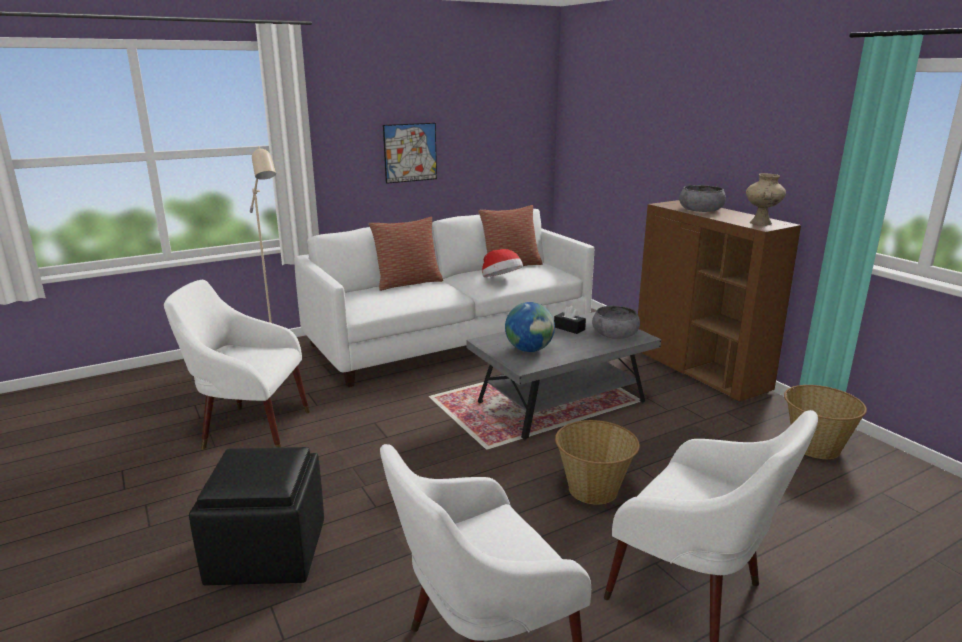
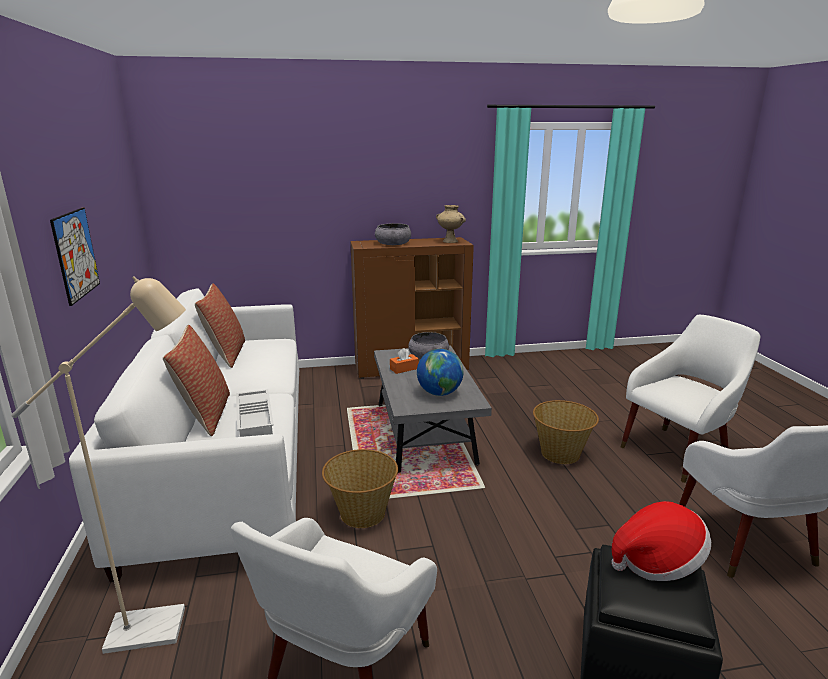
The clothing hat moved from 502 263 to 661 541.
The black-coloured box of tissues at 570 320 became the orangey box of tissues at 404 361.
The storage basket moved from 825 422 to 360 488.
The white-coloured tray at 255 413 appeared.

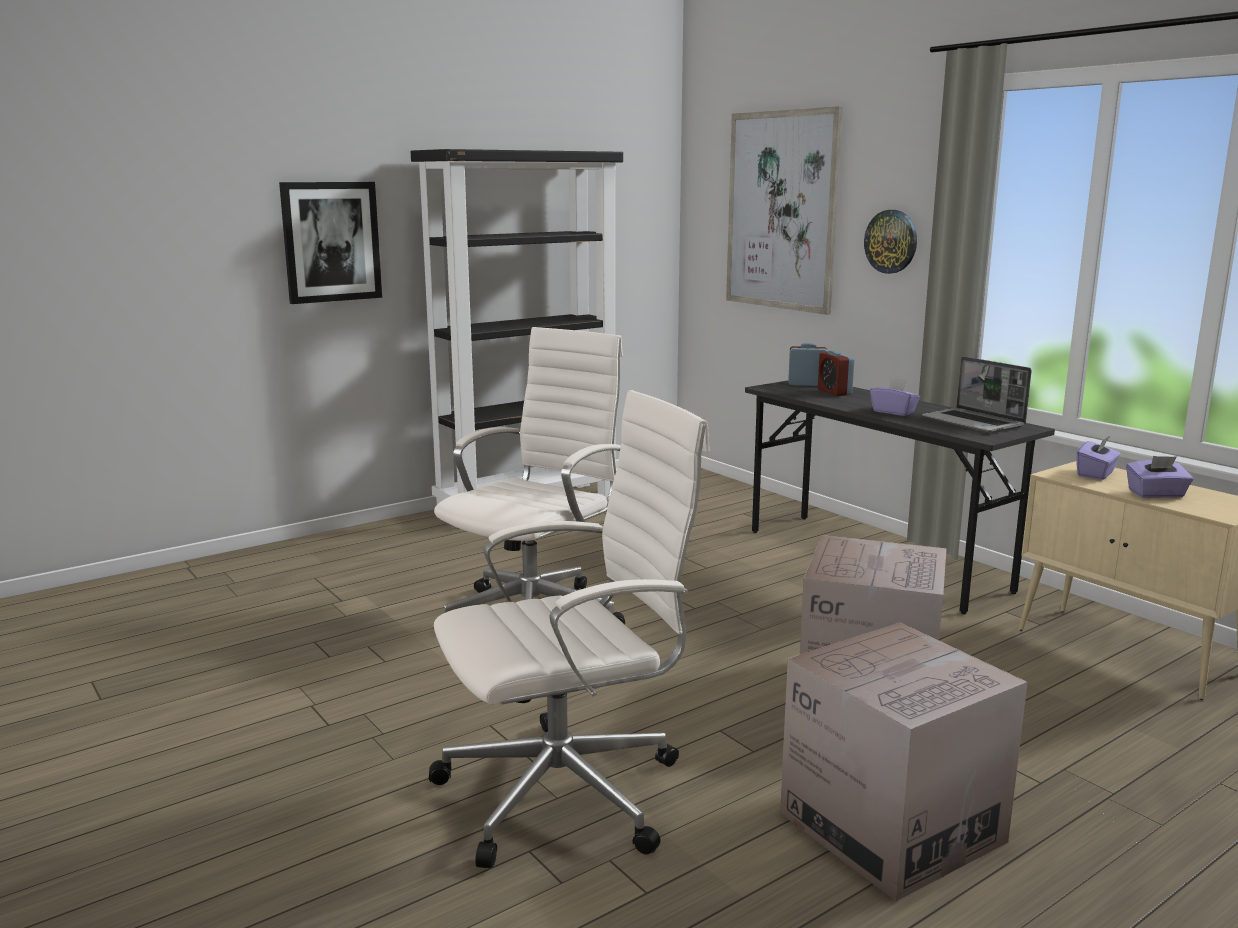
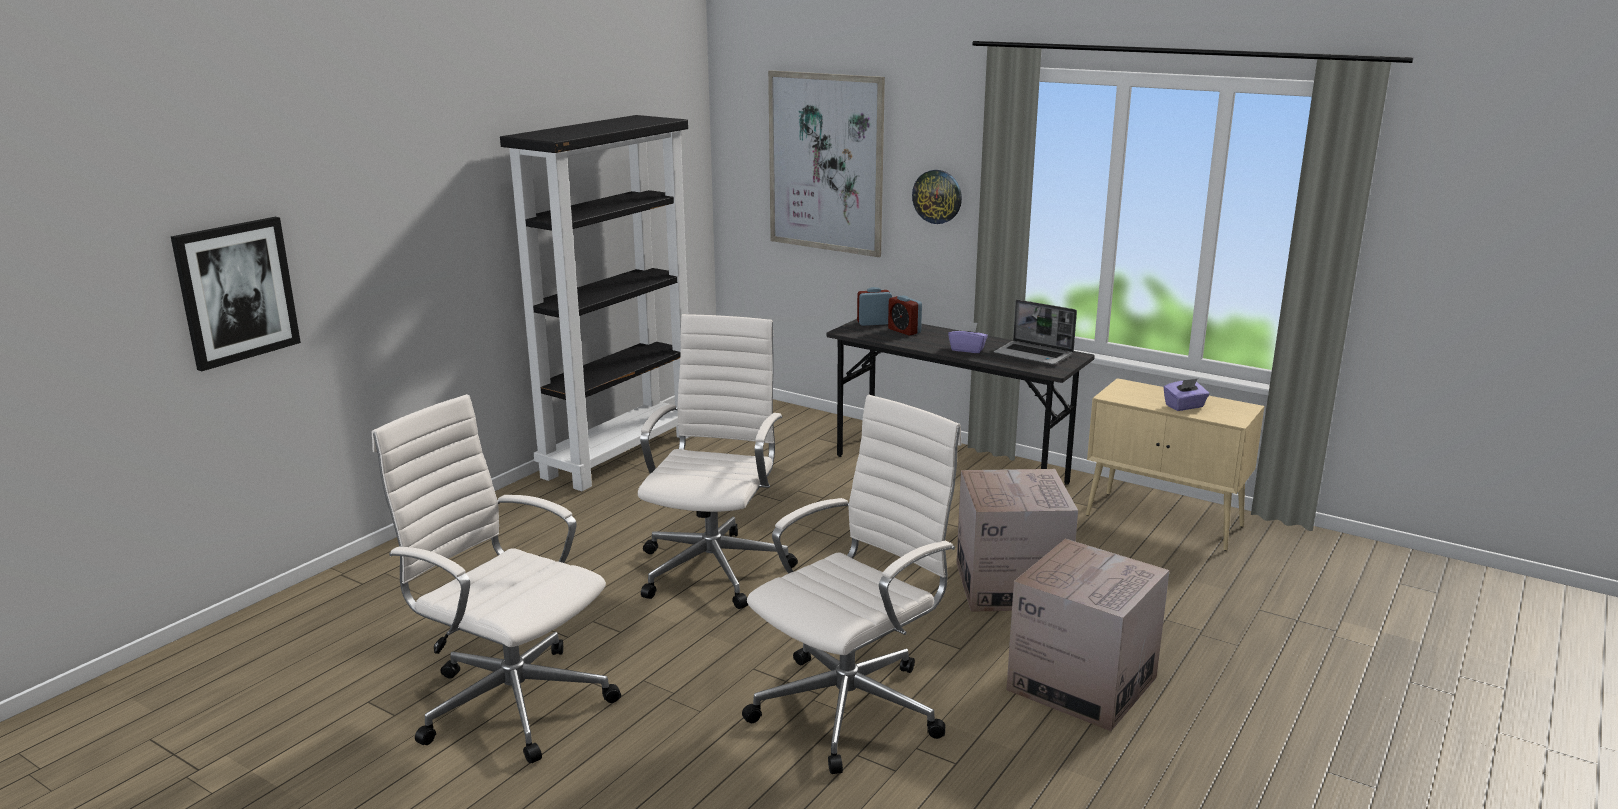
The picture moved from 330 243 to 236 294.
The purple box of tissues at 1098 458 disappeared.
The white-coloured computer chair at 496 578 appeared.

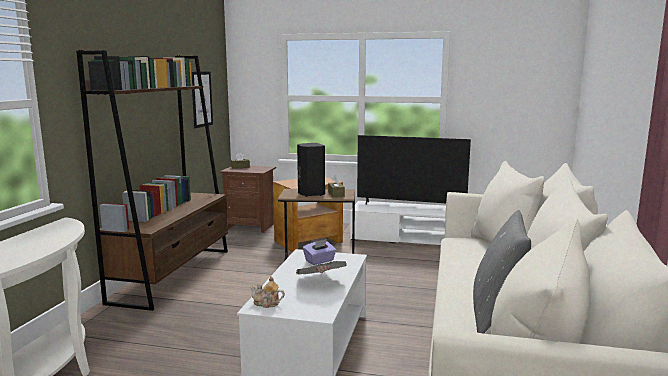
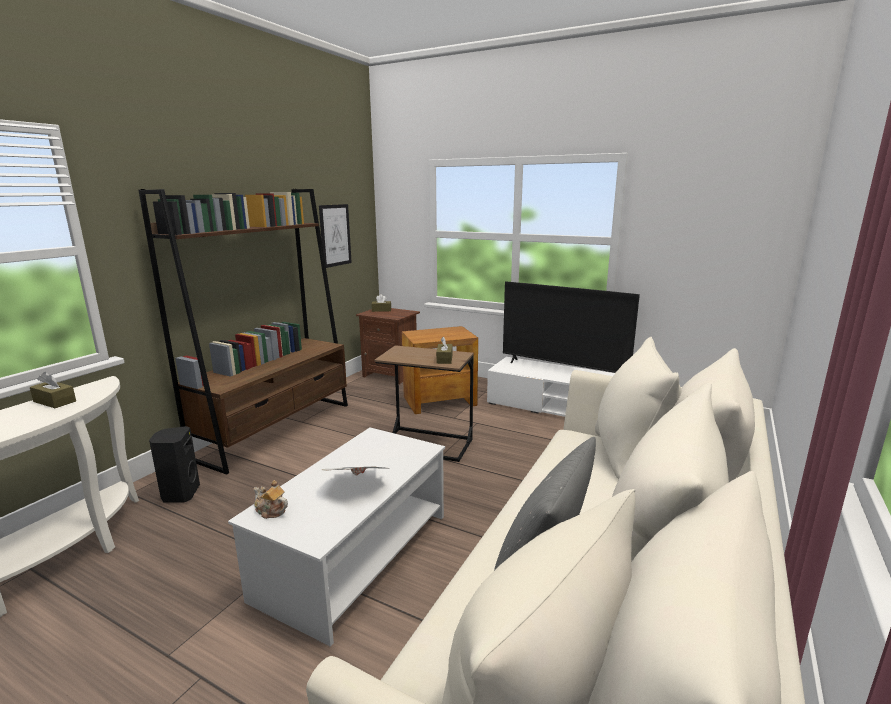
The black-coloured loudspeaker moved from 311 170 to 174 464.
The purple box of tissues at 320 252 disappeared.
The brown-coloured box of tissues at 53 390 appeared.

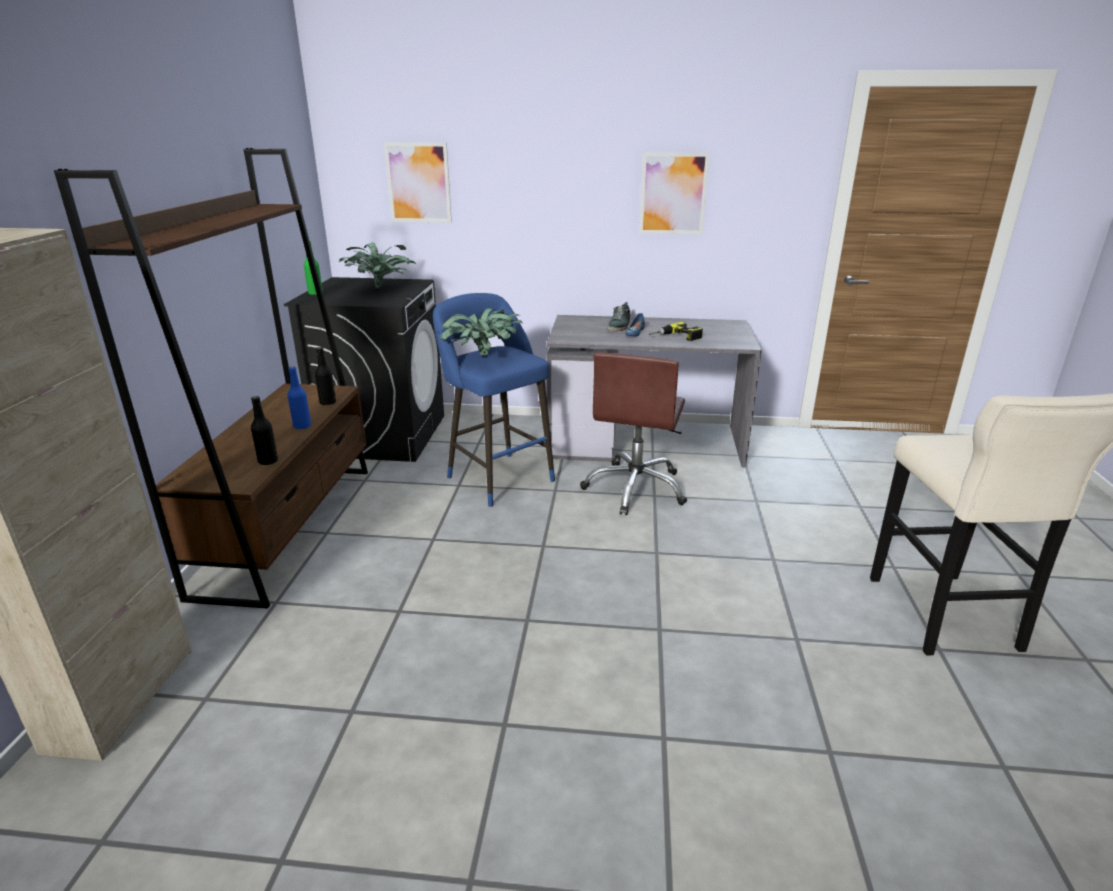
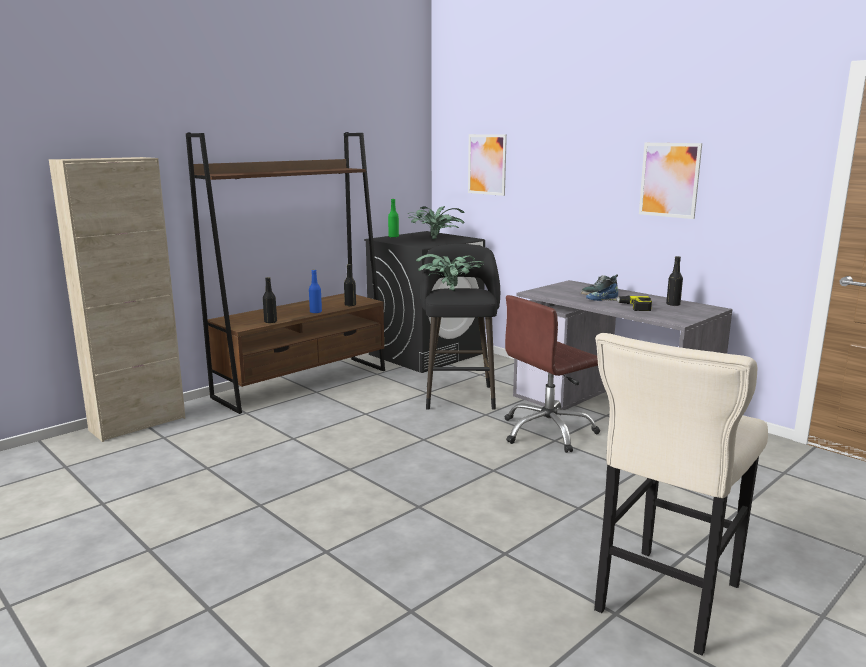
The bluish sitting stool at 494 400 became the black-coloured sitting stool at 460 327.
The black-coloured beverage bottle at 674 281 appeared.

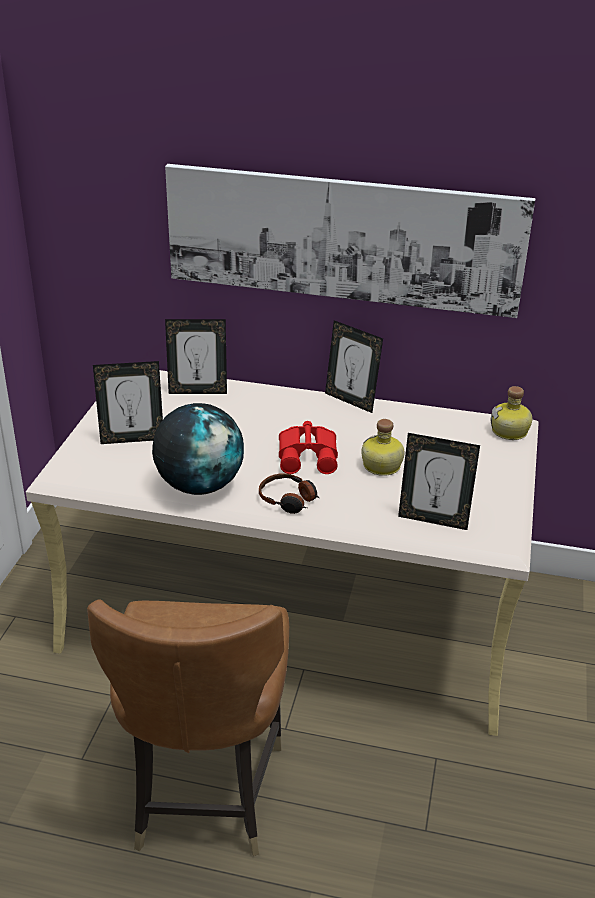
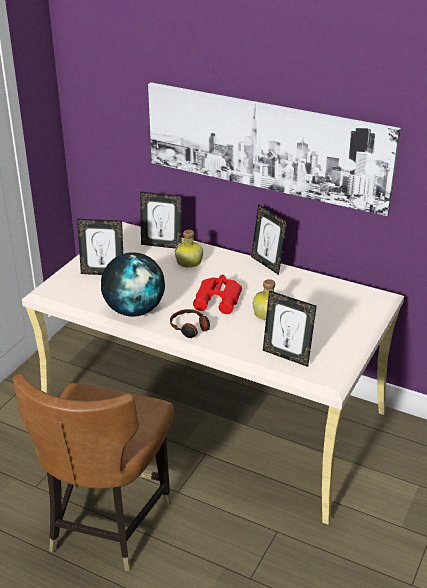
The beverage bottle moved from 511 413 to 189 249.

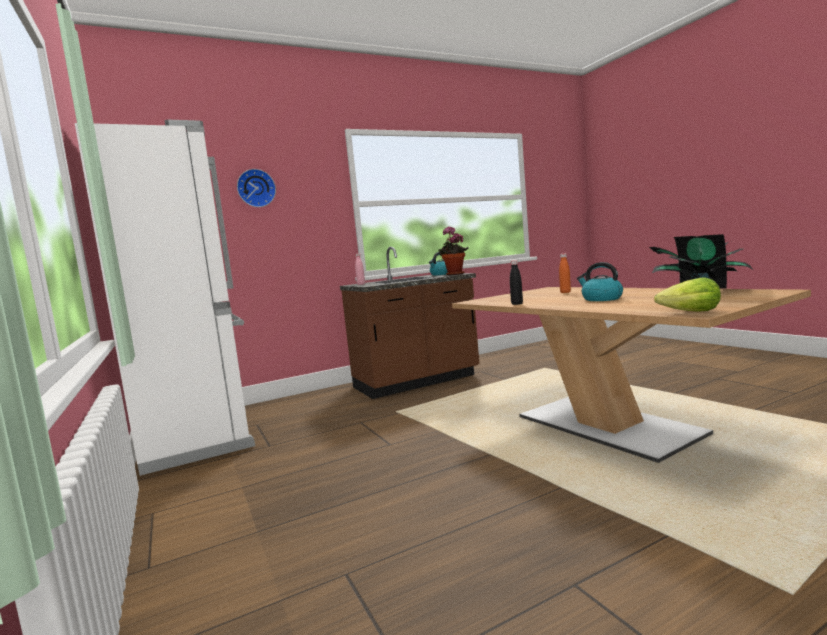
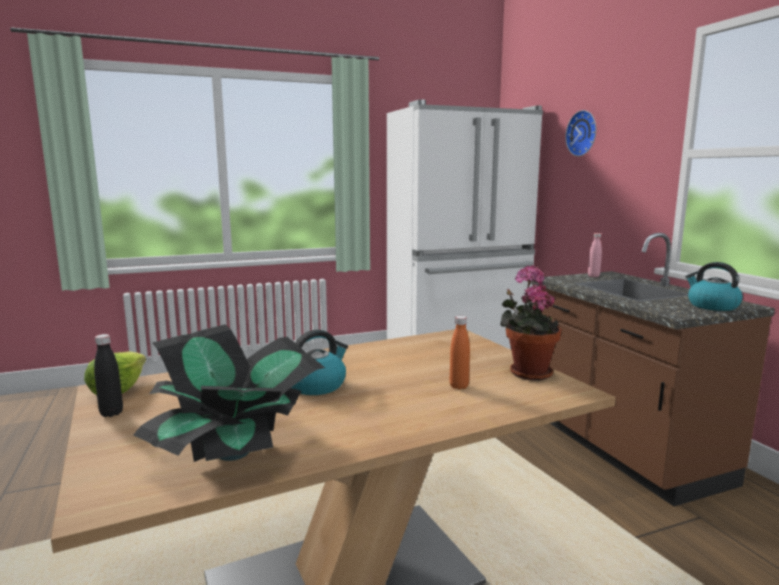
The potted plant moved from 453 250 to 531 323.
The black-coloured beverage bottle moved from 516 282 to 108 375.

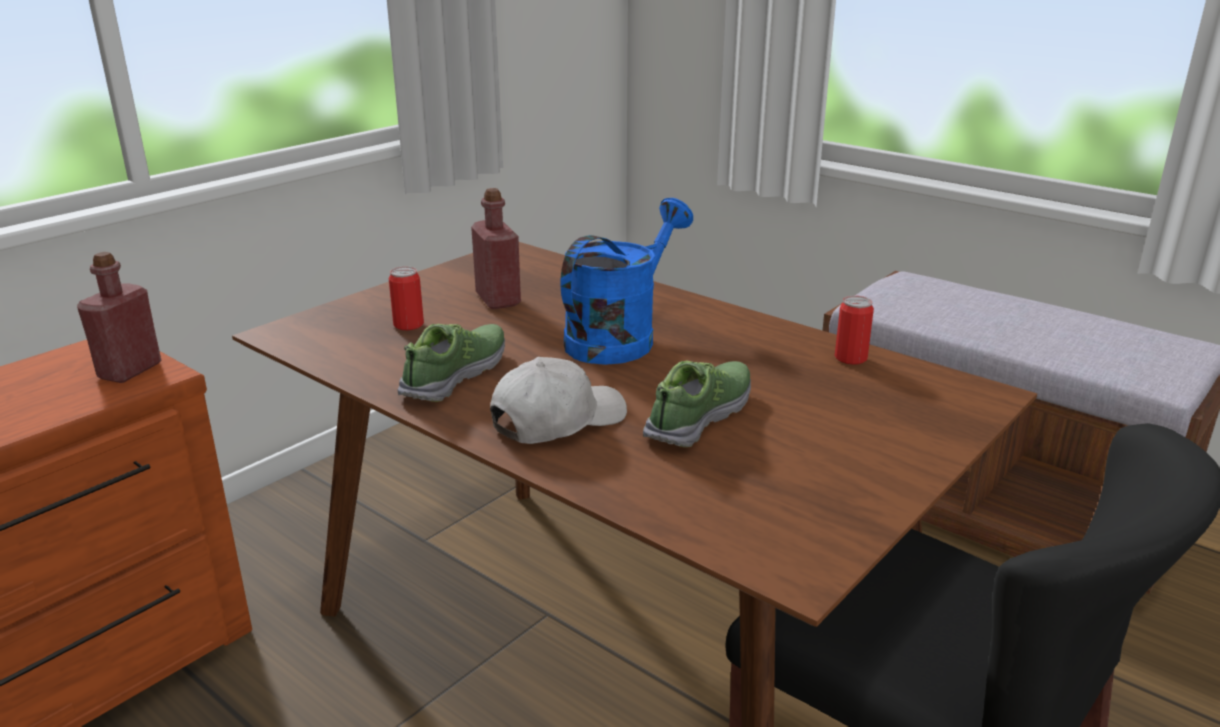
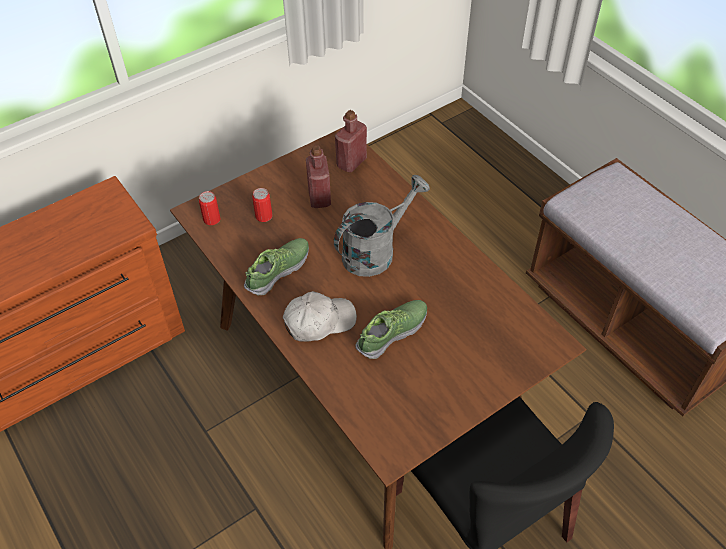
The bluish watering can at 627 281 became the grey watering can at 382 226.
The red beverage bottle moved from 119 317 to 351 141.
The metal can moved from 854 330 to 209 208.

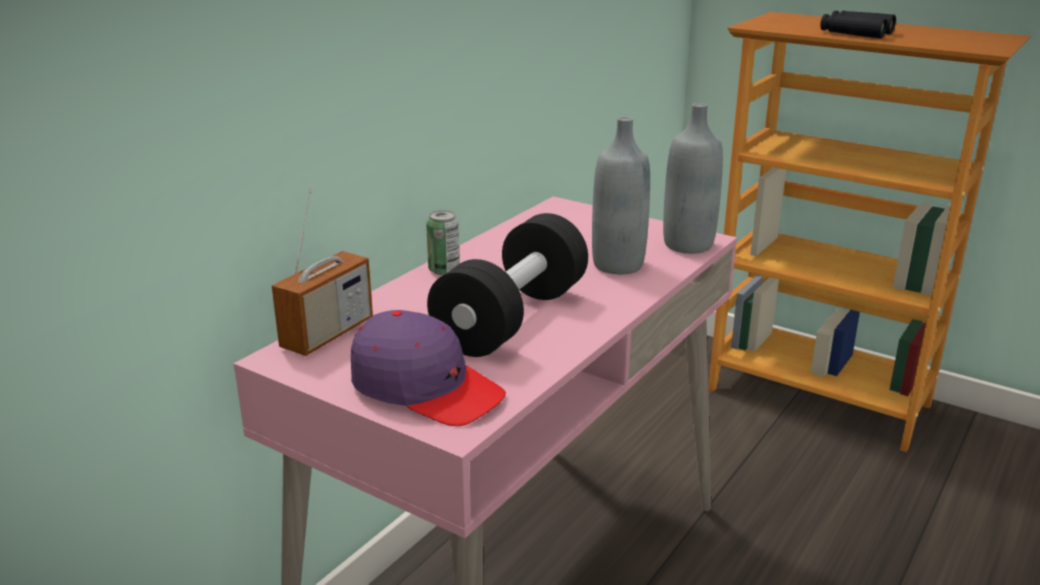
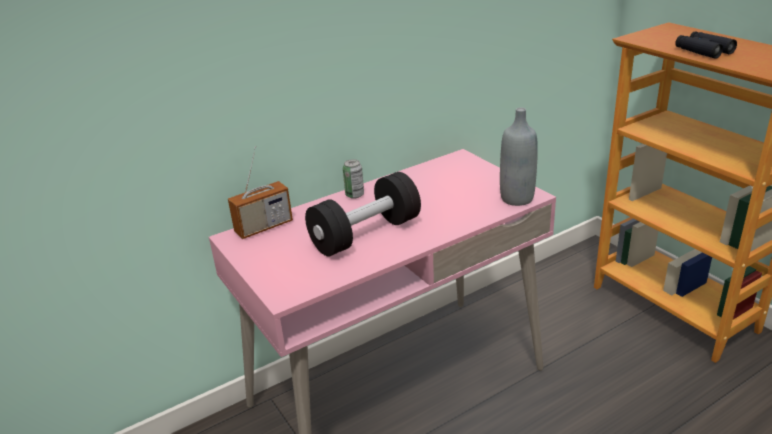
The grey beverage bottle at 621 195 disappeared.
The purple peaked cap at 428 368 disappeared.

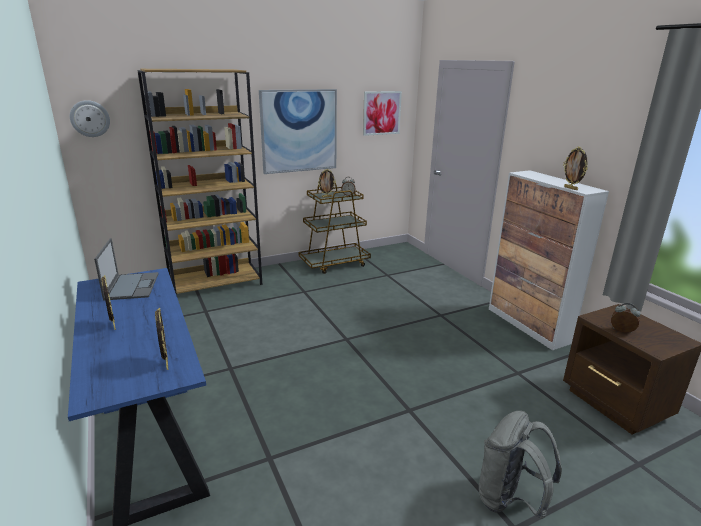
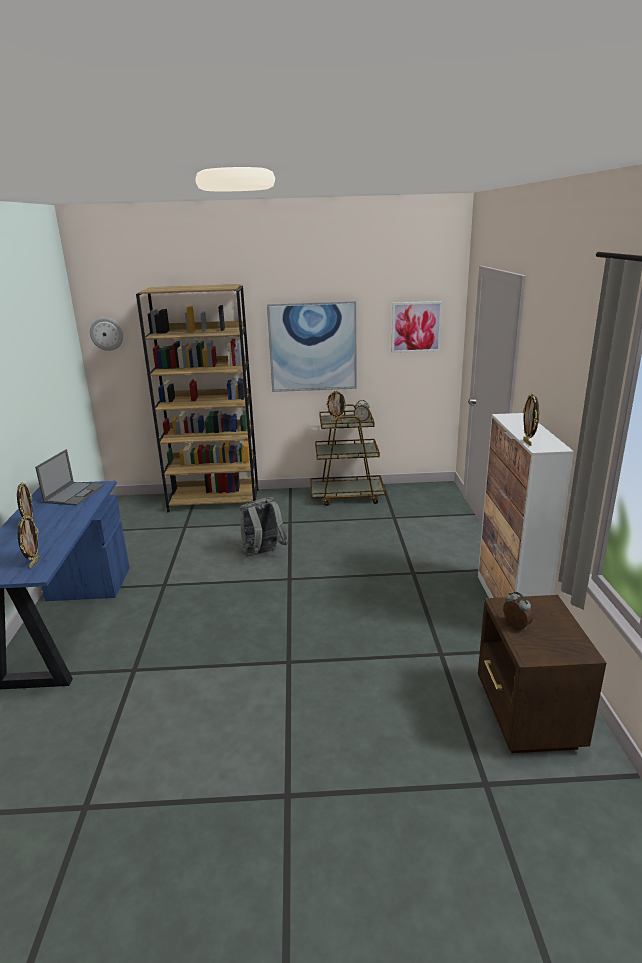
The grey rucksack moved from 520 465 to 263 526.

